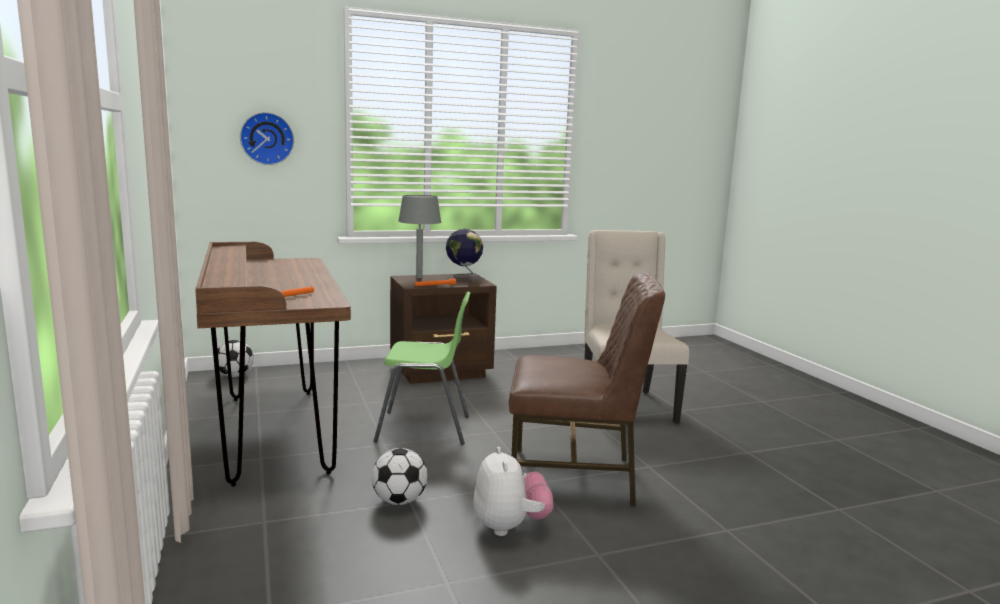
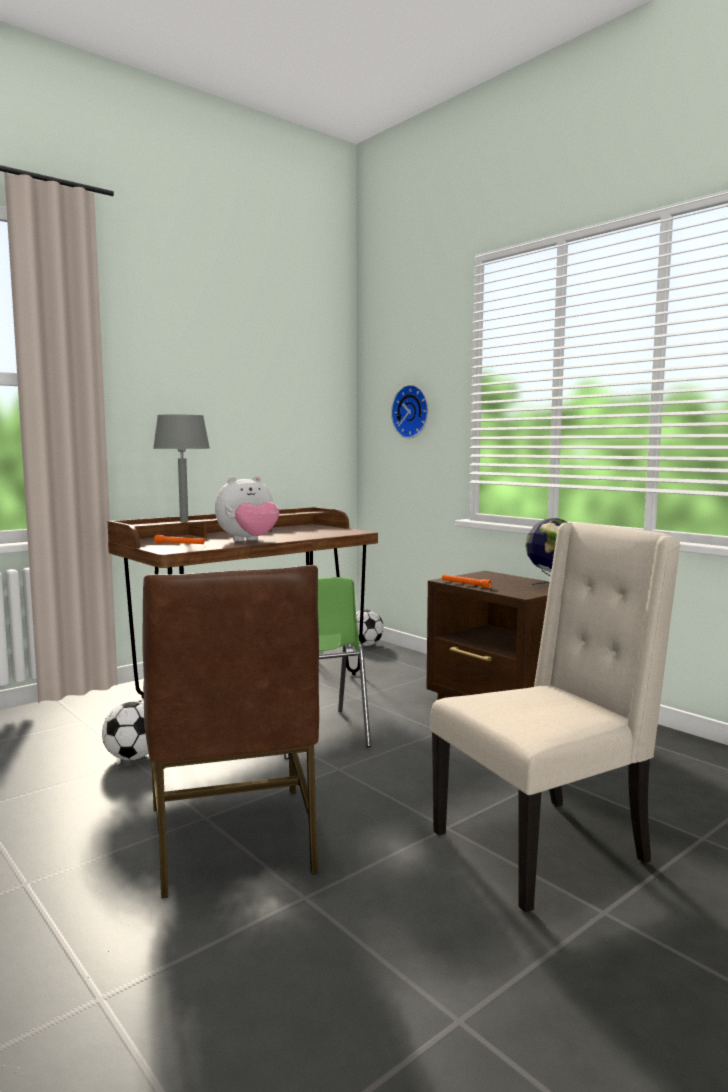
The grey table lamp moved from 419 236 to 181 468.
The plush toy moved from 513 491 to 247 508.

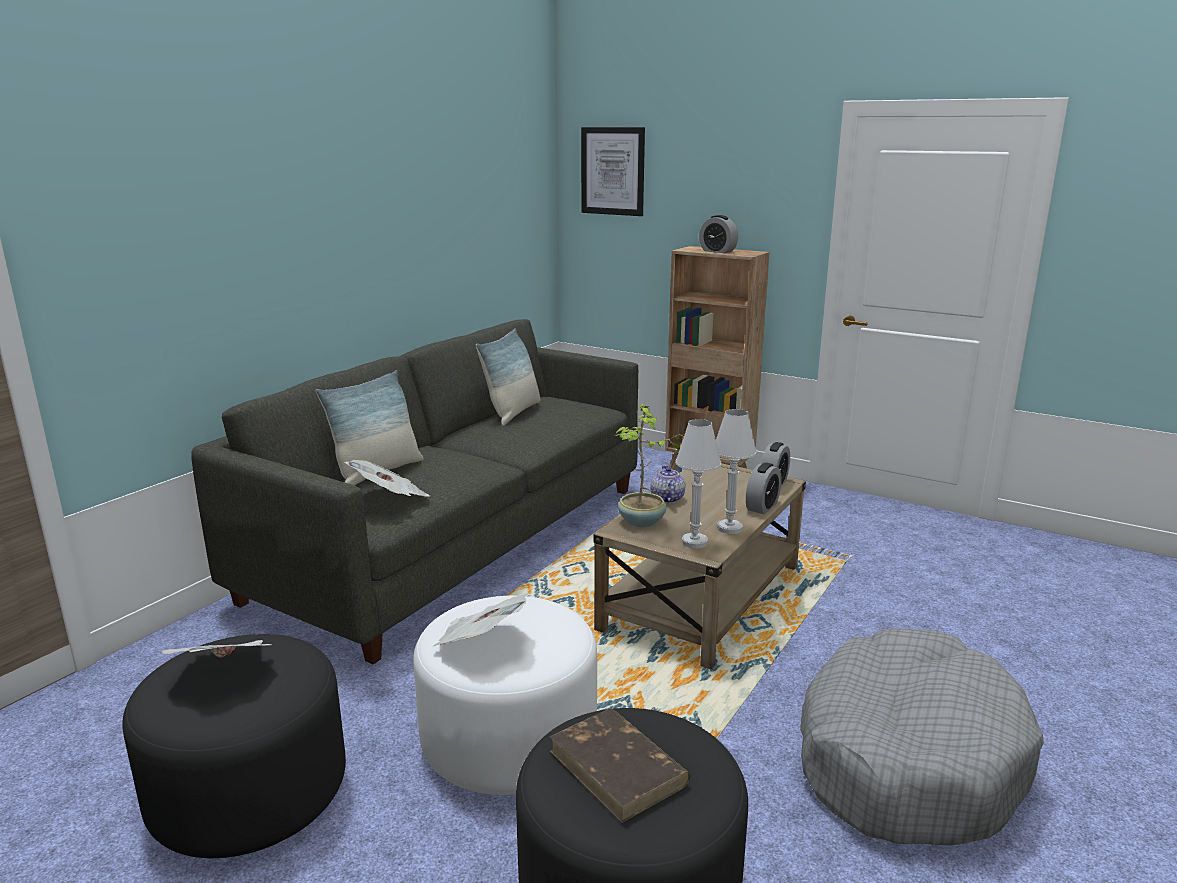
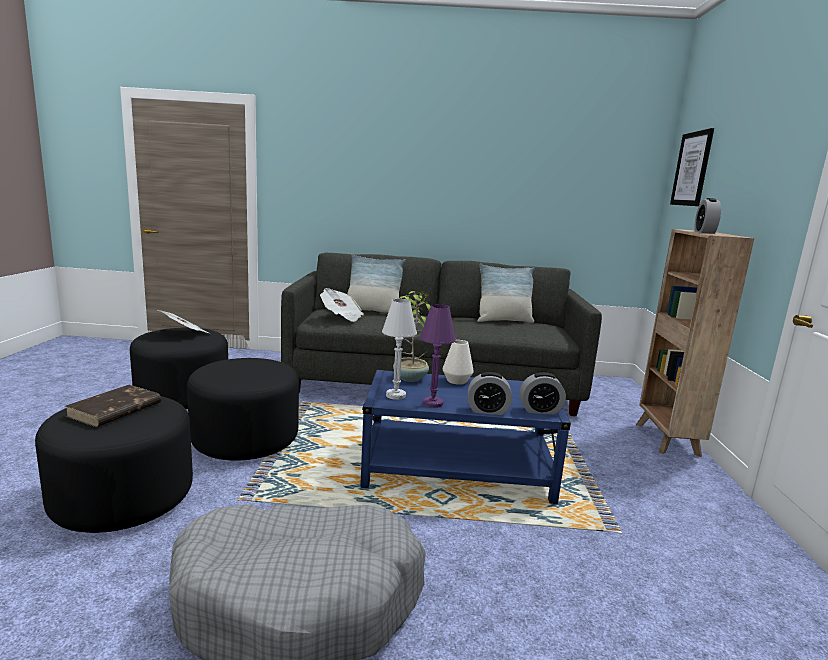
The white-coloured table lamp at 736 471 became the purple table lamp at 438 356.
The sand-coloured lounge table at 700 566 became the bluish lounge table at 465 437.
The teapot at 668 484 was replaced by the white-coloured vase at 458 362.
The printed paper at 481 619 disappeared.
The white-coloured ottoman at 505 695 became the black-coloured ottoman at 243 409.

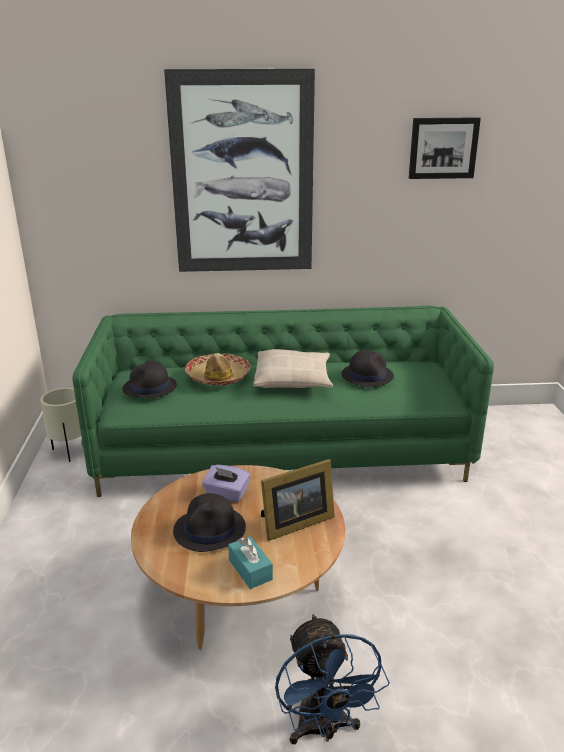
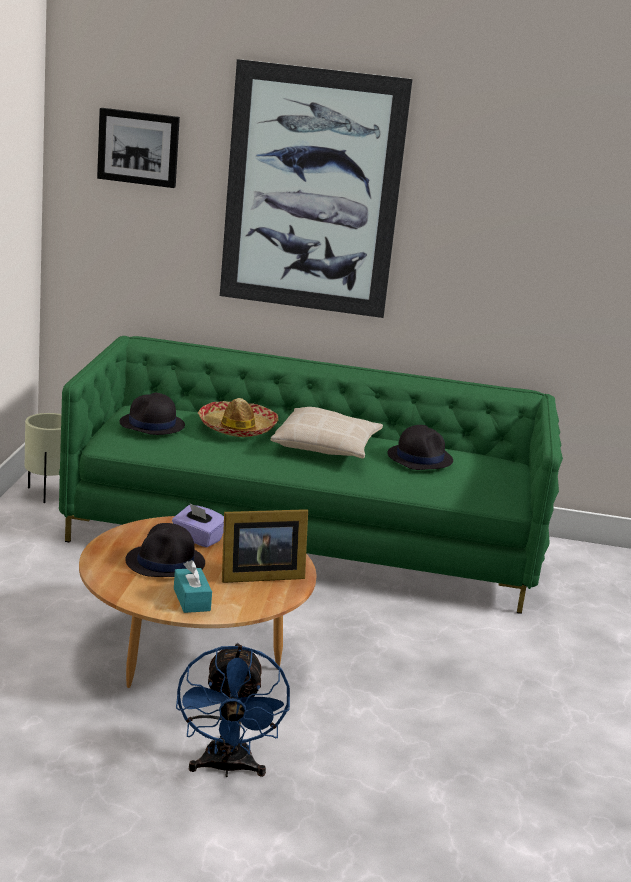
The picture moved from 445 148 to 138 148.

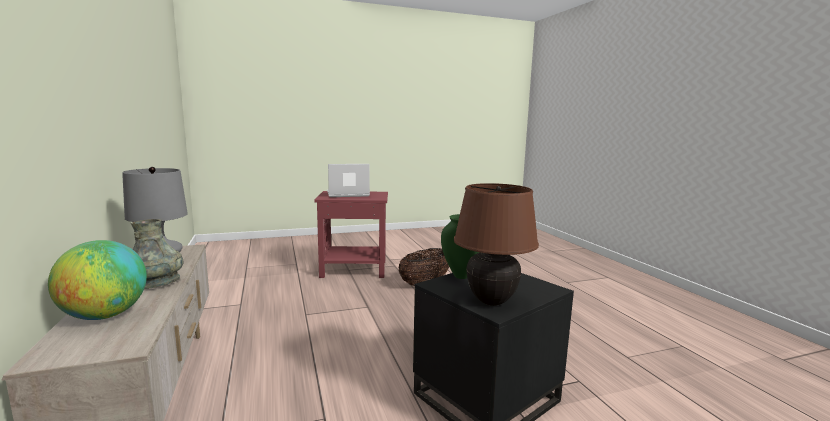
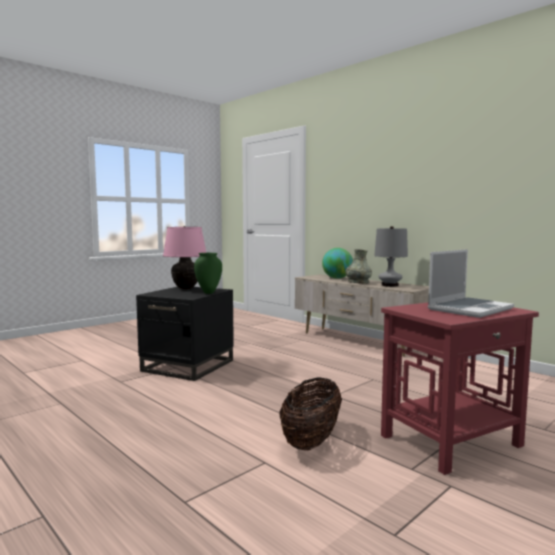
The brown-coloured table lamp at 496 244 became the pink-coloured table lamp at 184 257.

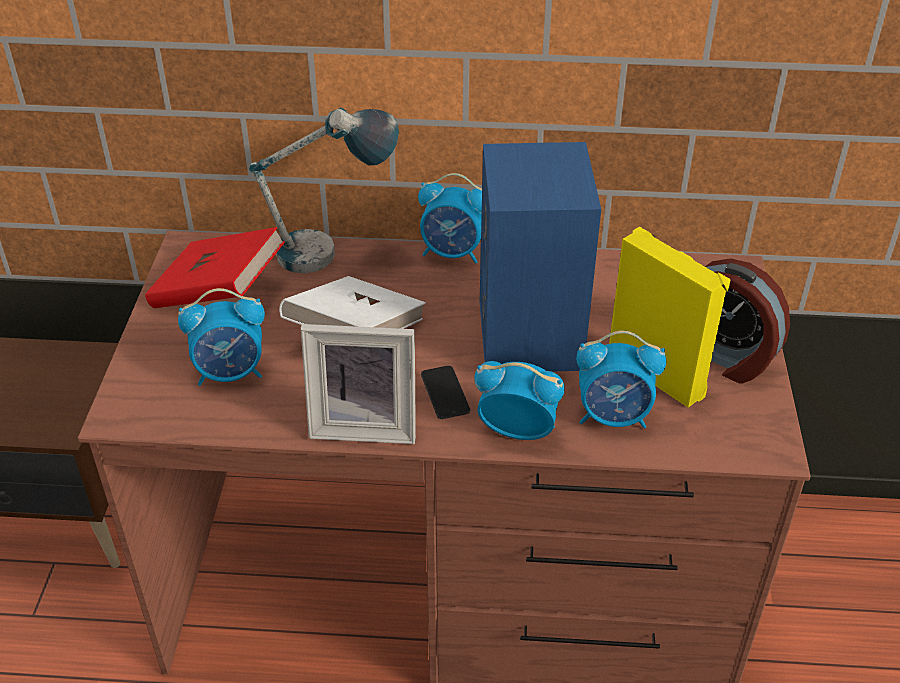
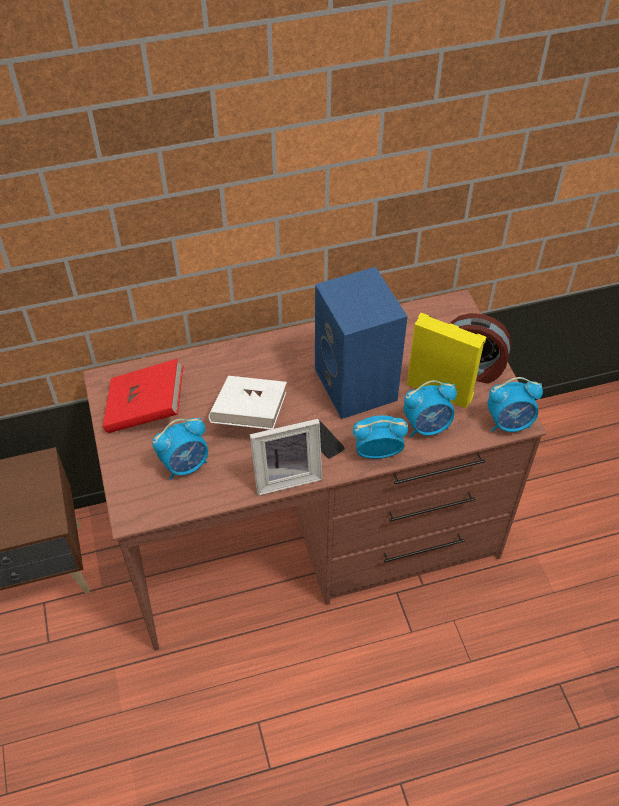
The table lamp at 324 190 disappeared.
The table clock moved from 450 218 to 515 404.

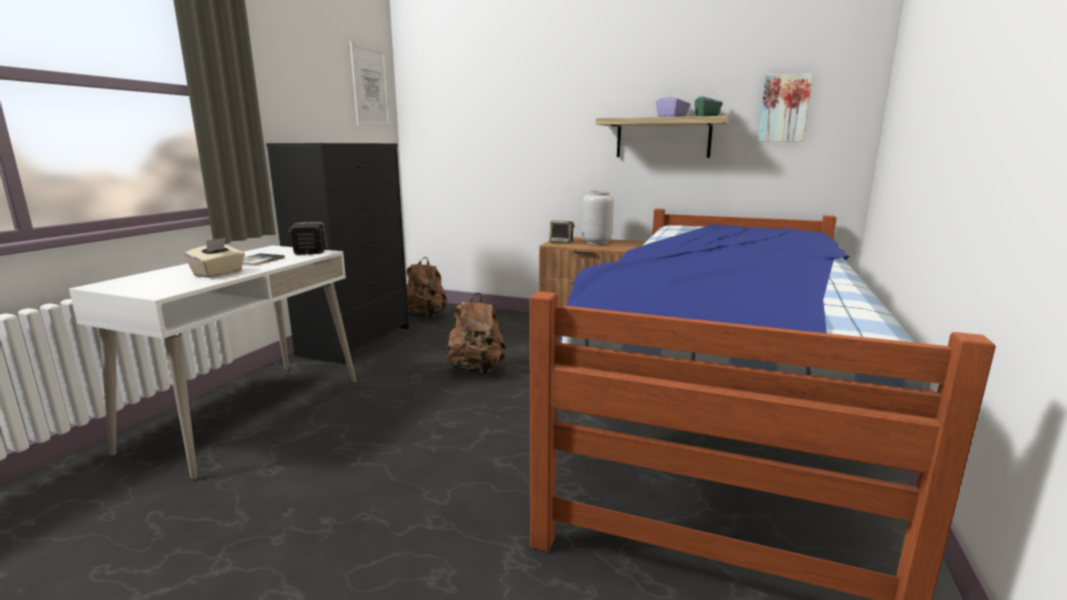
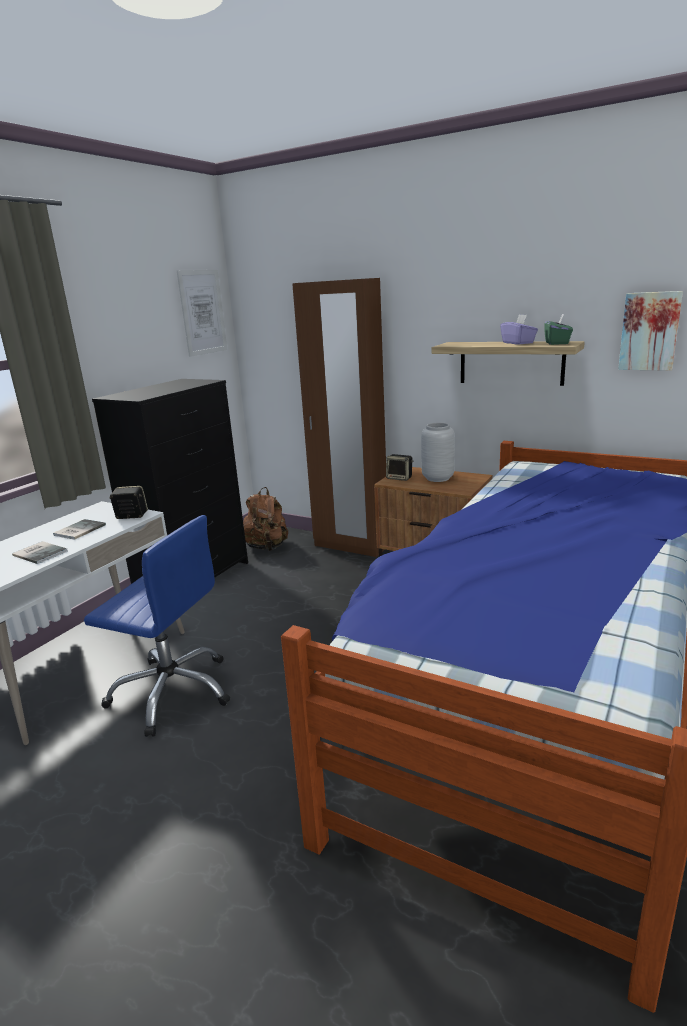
The sand-coloured box of tissues at 214 258 was replaced by the volume at 40 552.
The brown-coloured rucksack at 475 334 disappeared.
The brown-coloured clothes cupboard at 339 417 appeared.
The bluish computer chair at 157 626 appeared.

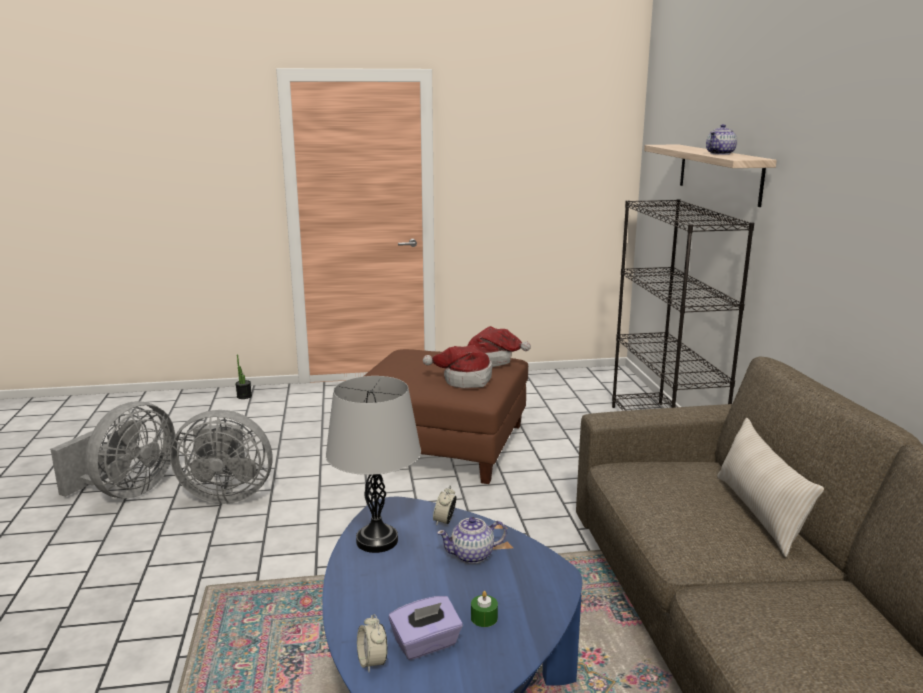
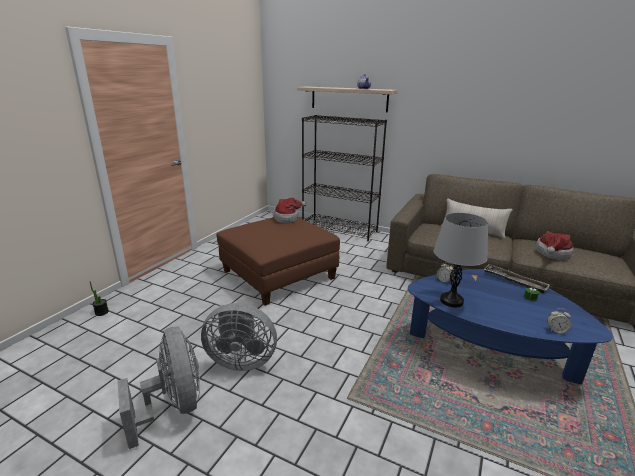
The clothing hat moved from 457 366 to 555 246.
The grey cooling fan at 221 457 turned 60 degrees clockwise.
The teapot at 472 540 disappeared.
The purple box of tissues at 426 628 disappeared.
The tray at 516 279 appeared.

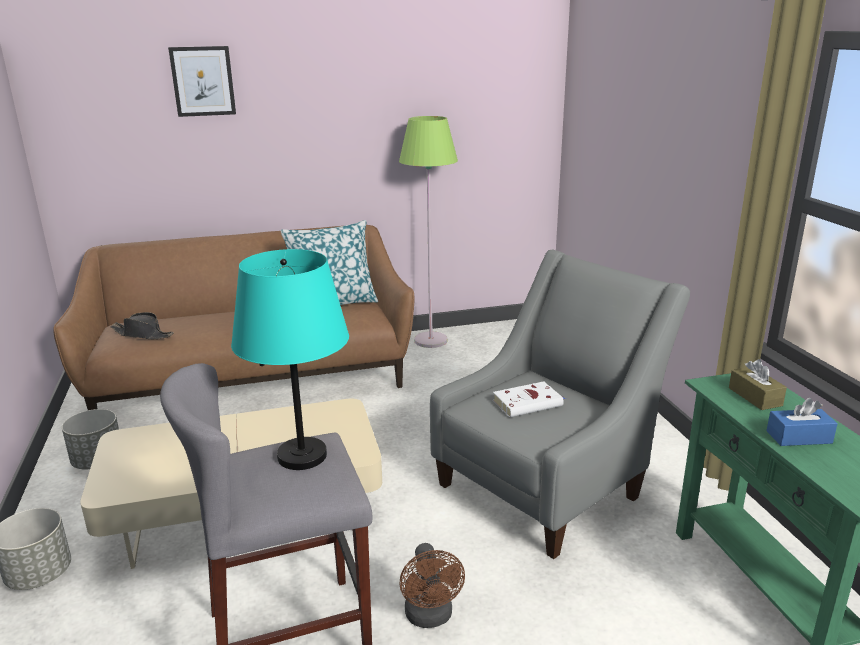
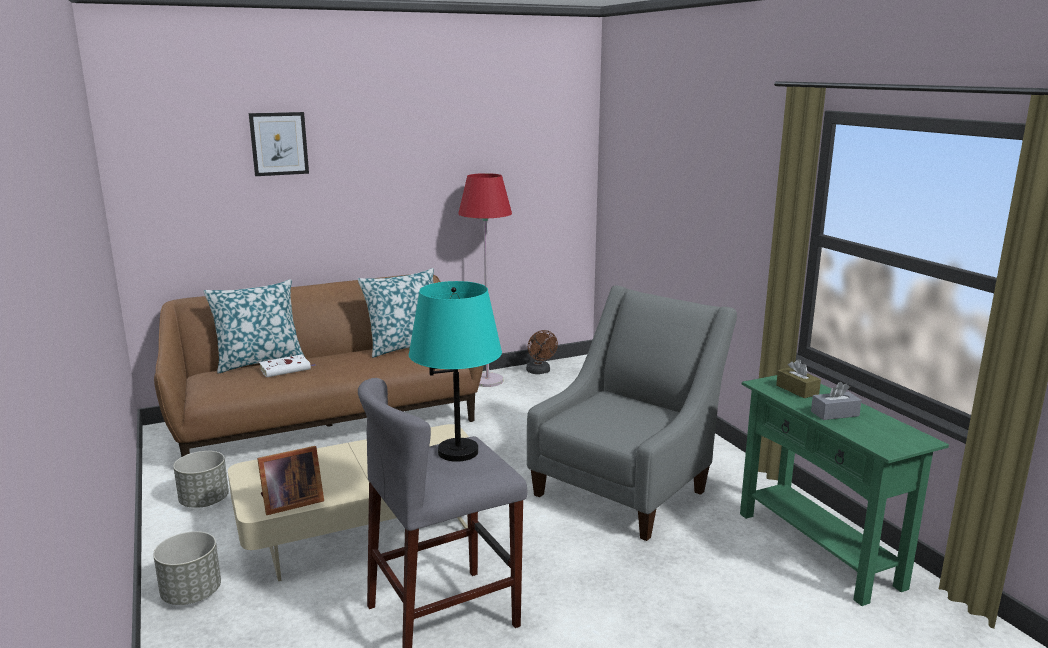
The greenish standing lamp at 428 232 became the red standing lamp at 485 280.
The black-coloured clothing hat at 142 325 disappeared.
The white-coloured volume moved from 529 399 to 287 365.
The bluish box of tissues at 802 422 became the grey box of tissues at 836 401.
The brown-coloured cooling fan moved from 432 585 to 542 352.
The cushion at 254 326 appeared.
The photo frame at 290 480 appeared.

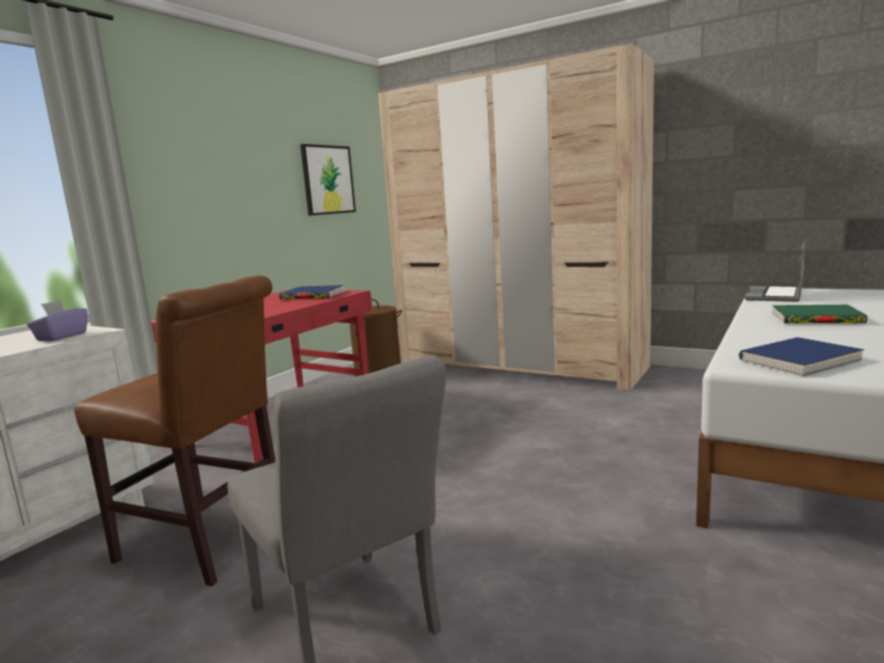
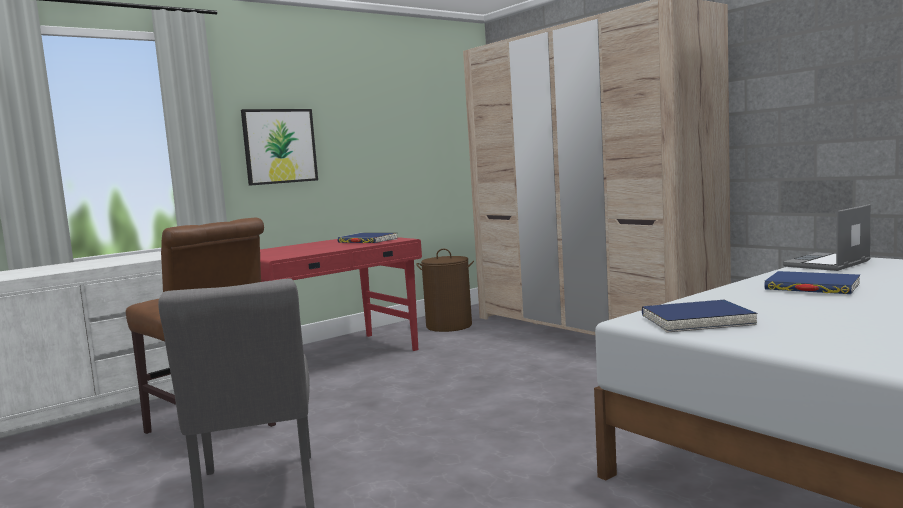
The picture moved from 328 180 to 279 147.
The purple box of tissues at 57 320 disappeared.
The greenish volume at 819 314 became the bluish volume at 812 282.

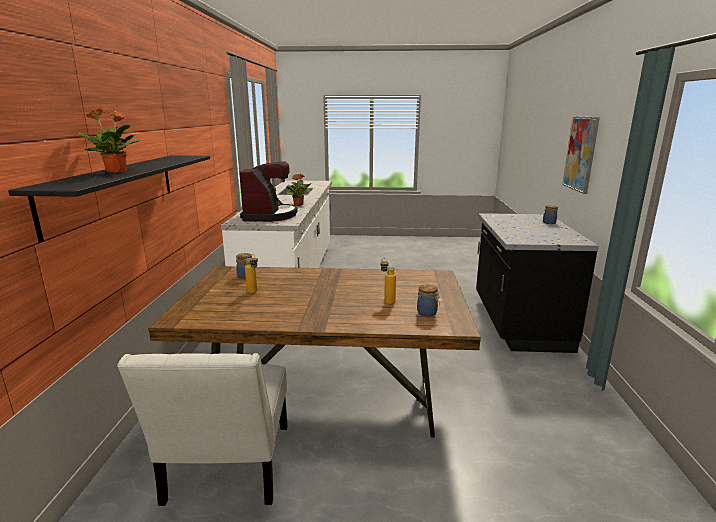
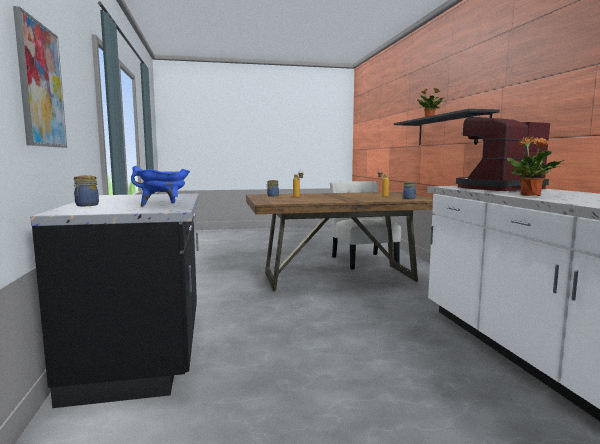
The coffee machine at 268 191 turned 75 degrees clockwise.
The bluish cooking pot at 160 186 appeared.

